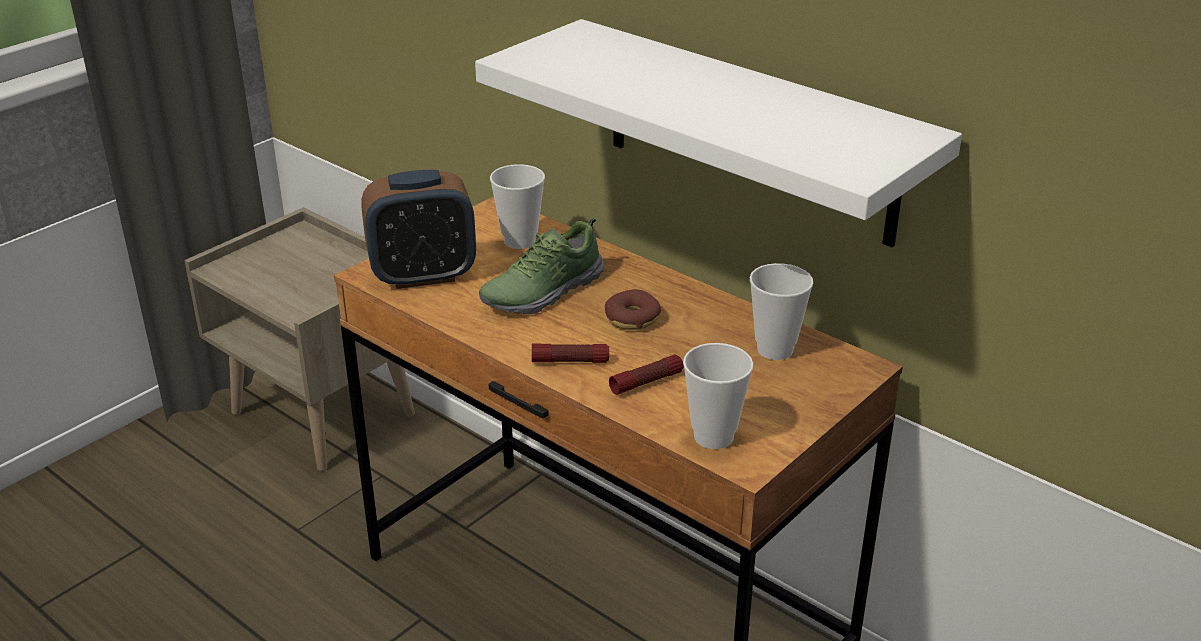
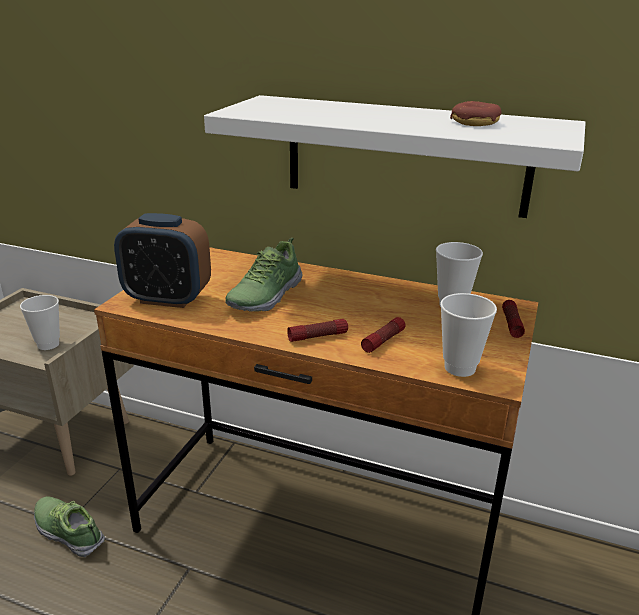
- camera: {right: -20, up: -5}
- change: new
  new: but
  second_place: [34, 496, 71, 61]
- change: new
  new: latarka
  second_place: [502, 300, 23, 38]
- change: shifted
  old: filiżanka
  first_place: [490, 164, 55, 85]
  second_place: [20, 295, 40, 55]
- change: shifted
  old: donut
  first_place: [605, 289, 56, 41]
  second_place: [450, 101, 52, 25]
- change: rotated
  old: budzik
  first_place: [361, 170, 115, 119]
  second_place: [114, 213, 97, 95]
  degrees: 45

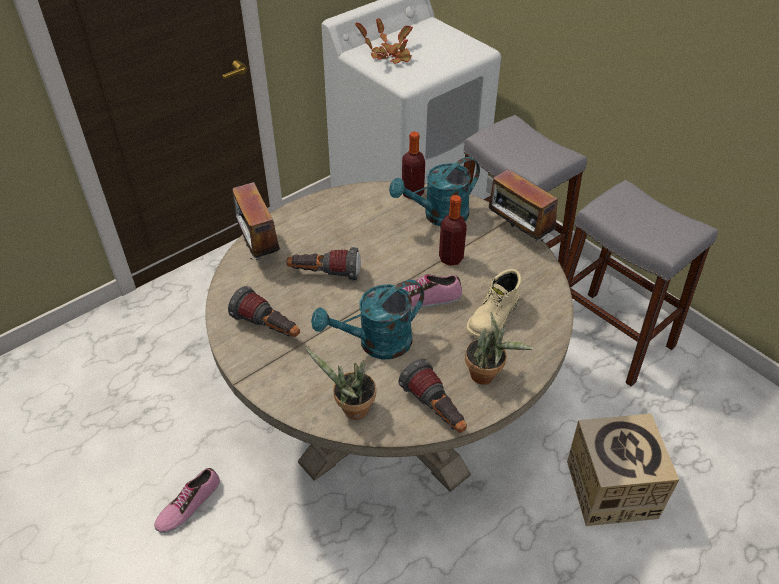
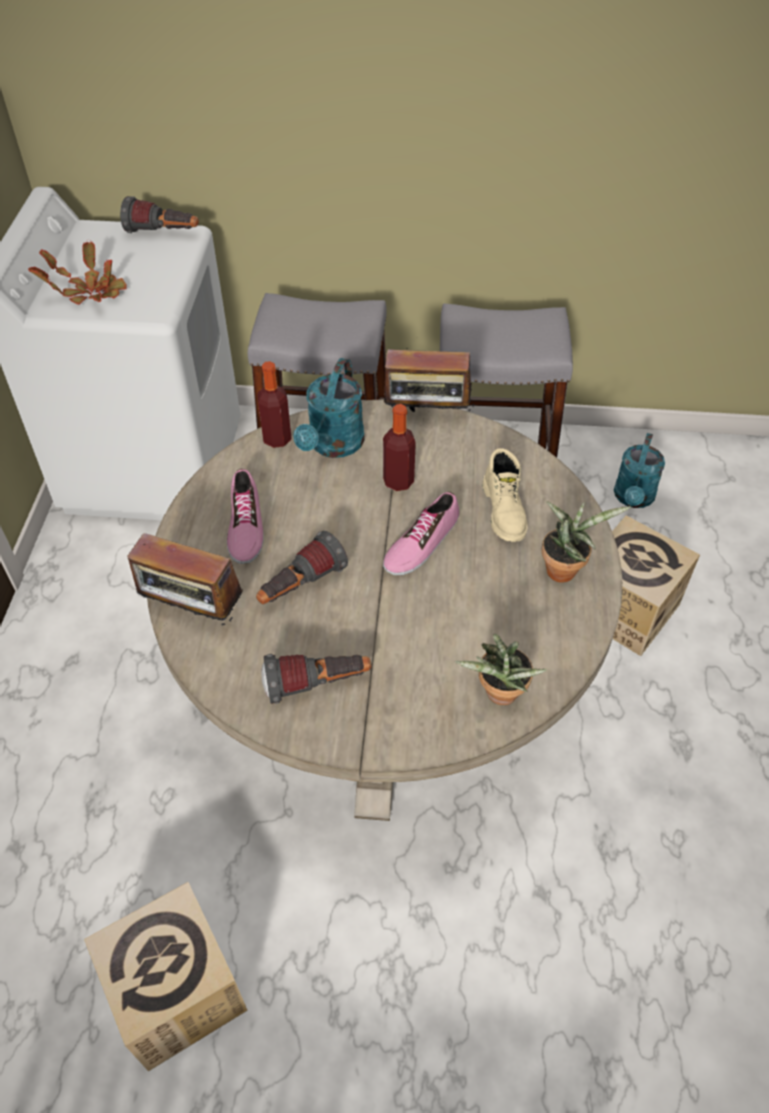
- camera: {right: -45, up: 5}
- change: new
  new: karton
  second_place: [84, 882, 164, 189]
- change: shifted
  old: but
  first_place: [154, 468, 66, 65]
  second_place: [227, 469, 36, 95]
- change: shifted
  old: konewka [turkusowy]
  first_place: [311, 280, 113, 79]
  second_place: [614, 433, 51, 75]
- change: shifted
  old: latarka
  first_place: [398, 359, 69, 74]
  second_place: [120, 196, 79, 37]

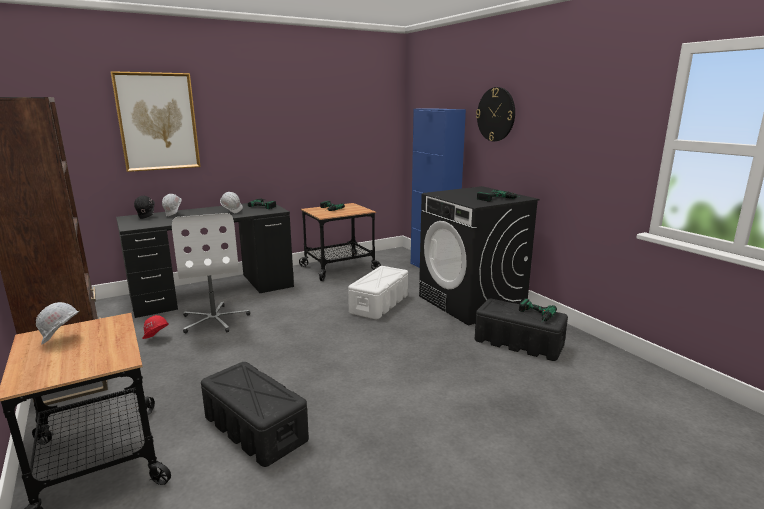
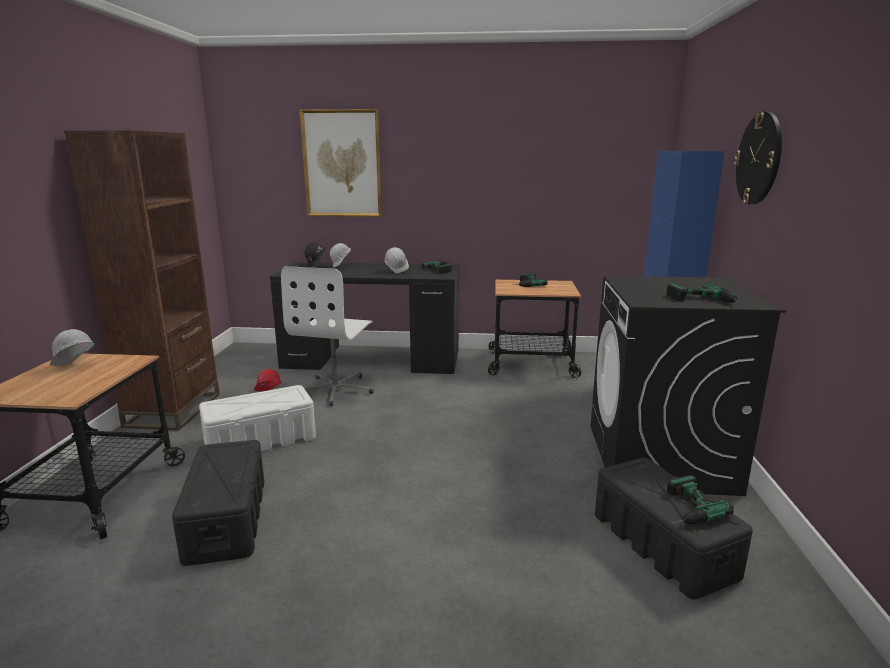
- camera: {right: 35, up: 0}
- change: shifted
  old: pojemnik do przechowywania [biały]
  first_place: [348, 266, 60, 54]
  second_place: [199, 385, 117, 66]

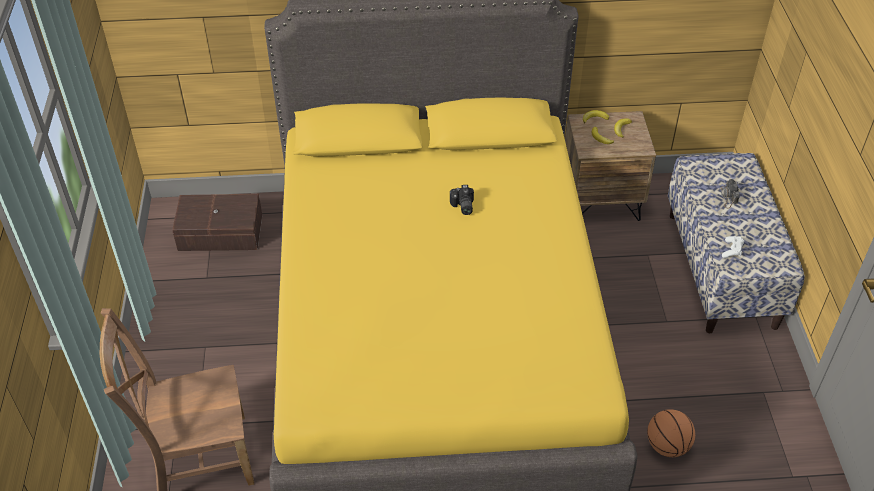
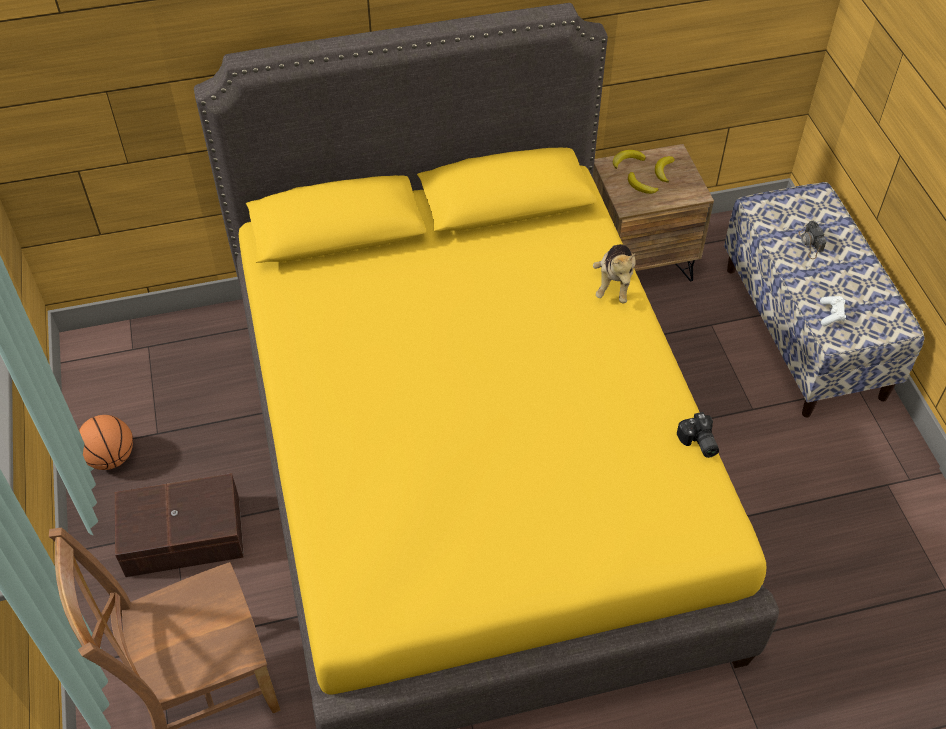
- camera: {right: -10, up: 5}
- change: new
  new: pluszak
  second_place: [593, 244, 43, 59]
- change: shifted
  old: pojemnik do przechowywania [brązowy]
  first_place: [172, 194, 90, 57]
  second_place: [115, 473, 129, 104]
- change: shifted
  old: aparat fotograficzny
  first_place: [450, 185, 24, 30]
  second_place: [677, 412, 42, 46]
- change: shifted
  old: piłka do koszykówki
  first_place: [647, 409, 48, 48]
  second_place: [79, 415, 54, 55]

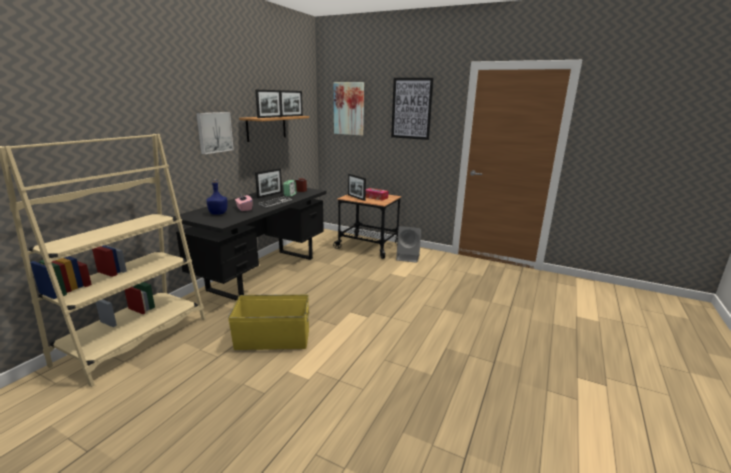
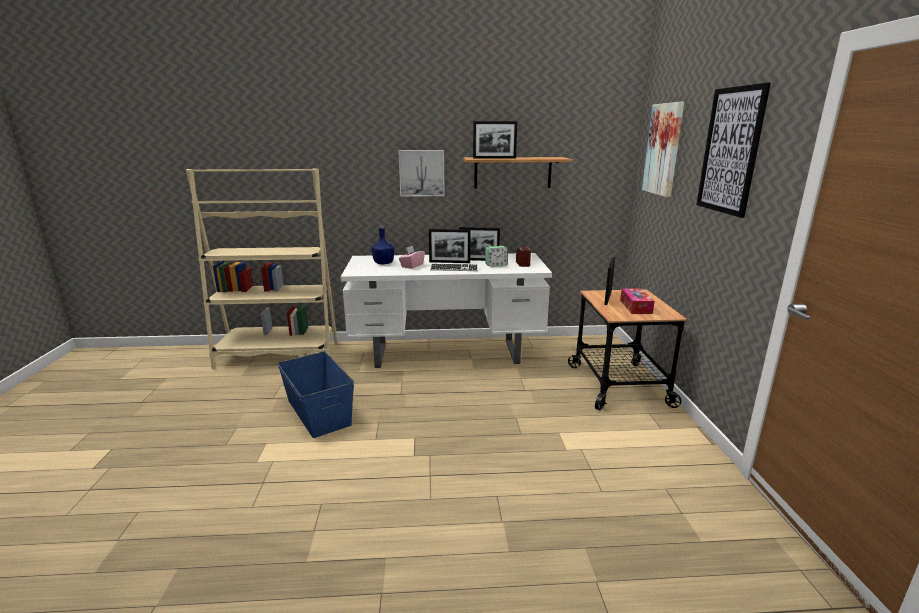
- camera: {right: 60, up: 0}
- change: gone
  old: głośnik [szary]
  first_place: [396, 226, 25, 37]
- change: shifted
  old: ramka na zdjęcie
  first_place: [280, 90, 23, 27]
  second_place: [429, 229, 42, 34]
- change: repainted
  old: biurko [czarny]
  new: biurko [biały]
  first_place: [173, 185, 154, 115]
  second_place: [341, 253, 211, 115]
- change: repainted
  old: pojemnik do przechowywania [żółty]
  new: pojemnik do przechowywania [niebieski]
  first_place: [228, 294, 81, 56]
  second_place: [277, 351, 77, 87]

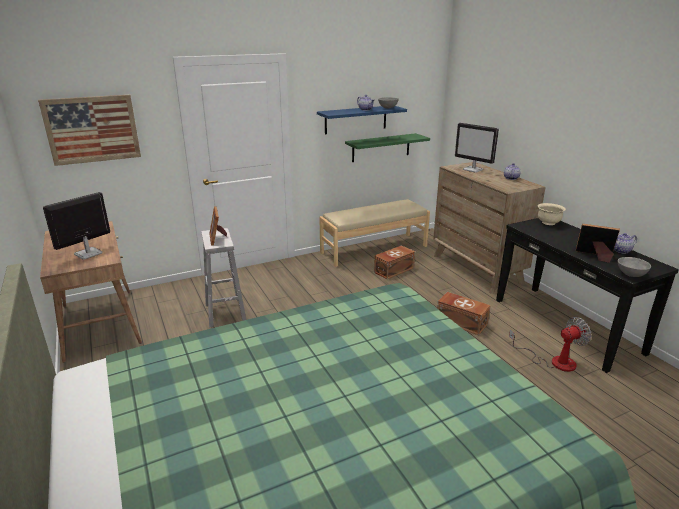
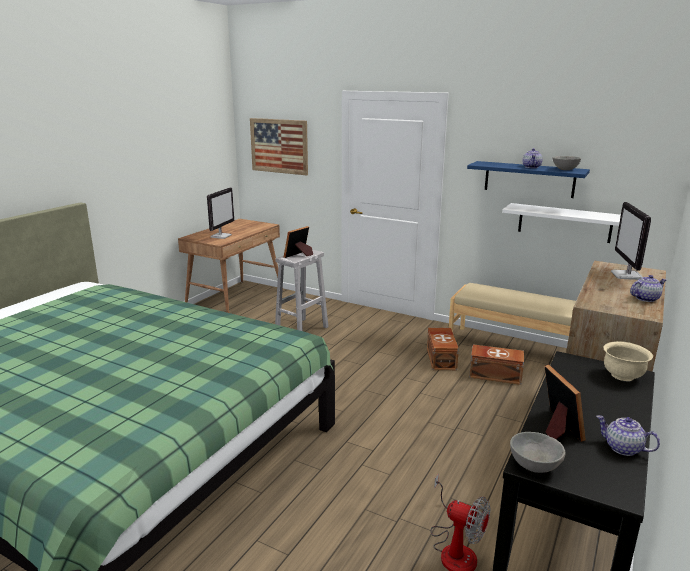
- camera: {right: 55, up: -5}
- change: shifted
  old: pojemnik do przechowywania [brązowy]
  first_place: [437, 292, 53, 43]
  second_place: [427, 328, 32, 42]
- change: repainted
  old: półka [zielony]
  new: półka [biały]
  first_place: [345, 133, 85, 29]
  second_place: [502, 203, 119, 40]
- change: rotated
  old: monitor
  first_place: [43, 192, 67, 67]
  second_place: [207, 187, 27, 52]
  degrees: 105

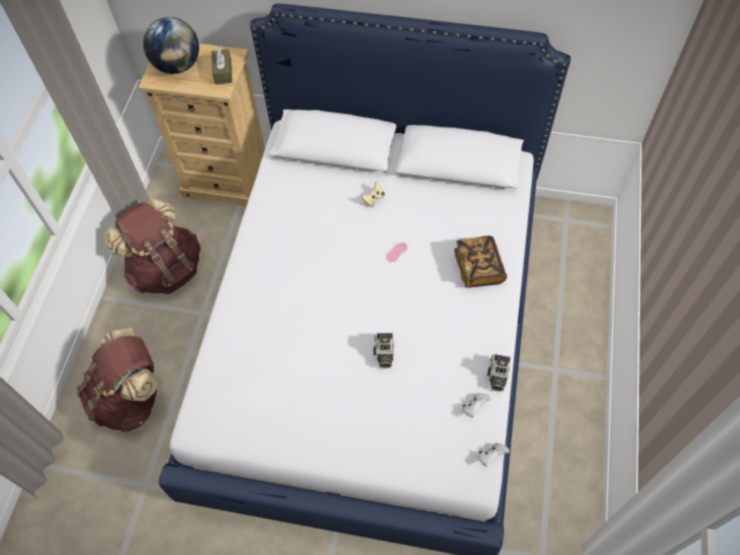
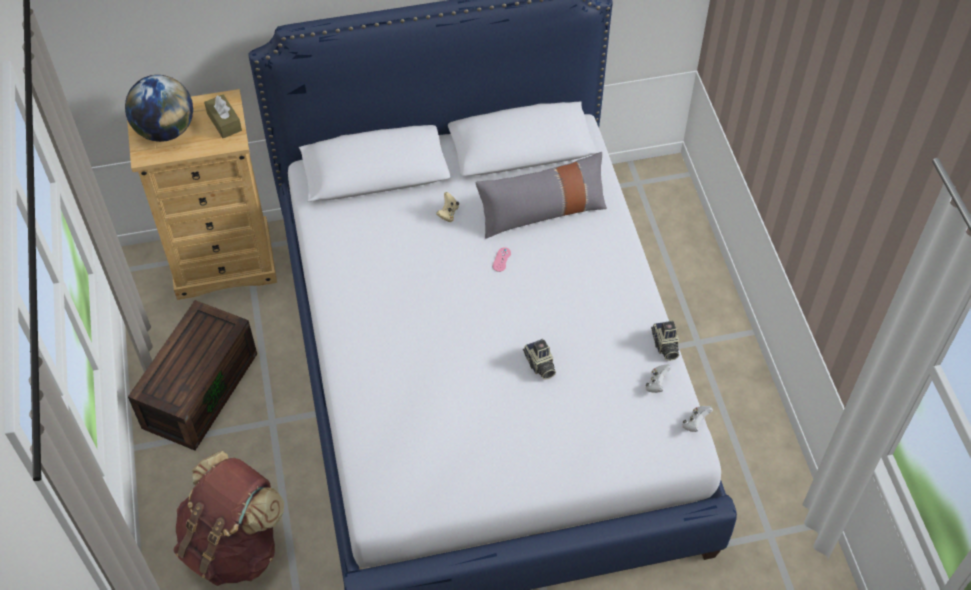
- camera: {right: -25, up: -5}
- change: gone
  old: książka
  first_place: [454, 236, 53, 52]
- change: new
  new: poduszka [szary]
  second_place: [475, 152, 132, 87]
- change: swapped
  old: plecak [brązowy]
  new: pojemnik do przechowywania [brązowy]
  first_place: [104, 198, 97, 96]
  second_place: [128, 300, 129, 150]

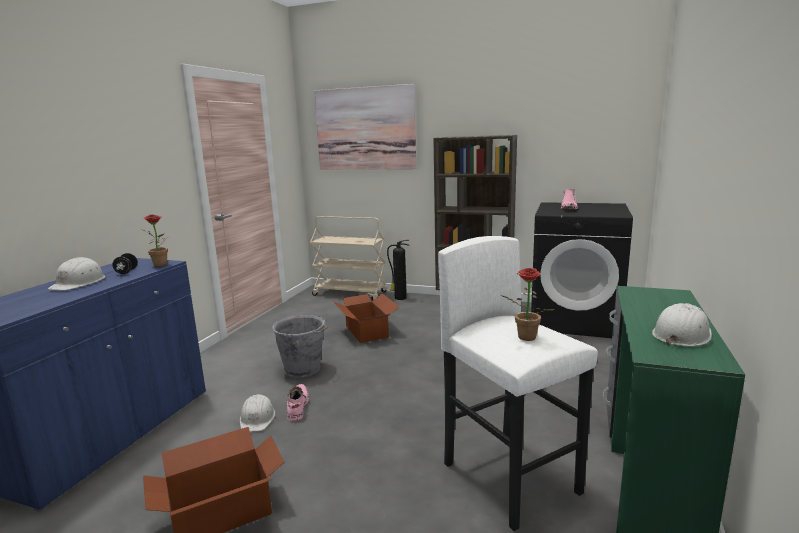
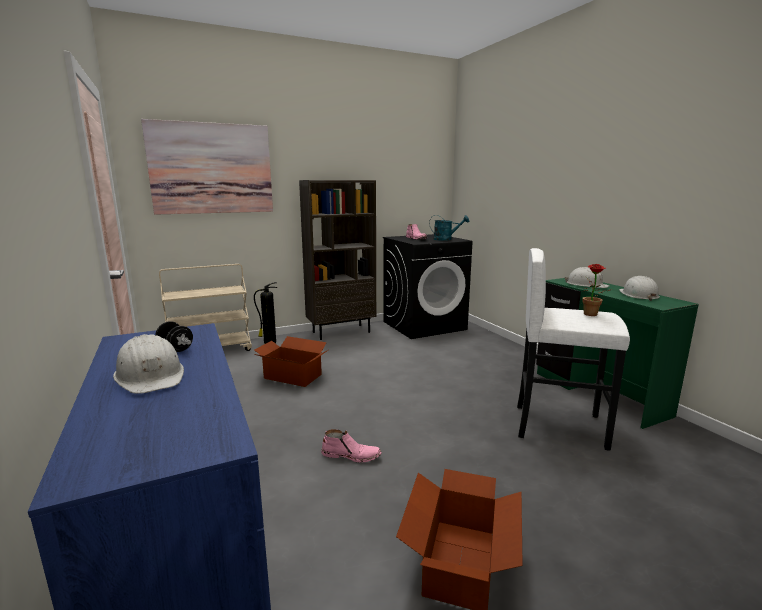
- camera: {right: -45, up: 0}
- change: gone
  old: roślina doniczkowa
  first_place: [142, 215, 26, 52]
- change: gone
  old: wiadro [szary]
  first_place: [272, 315, 56, 63]
- change: new
  new: konewka [turkusowy]
  second_place: [429, 215, 40, 26]
- change: shifted
  old: kask [biały]
  first_place: [240, 394, 35, 38]
  second_place: [564, 267, 45, 21]
- change: rotated
  old: but z cholewką [różowy]
  first_place: [287, 384, 22, 37]
  second_place: [321, 429, 61, 34]
  degrees: 150

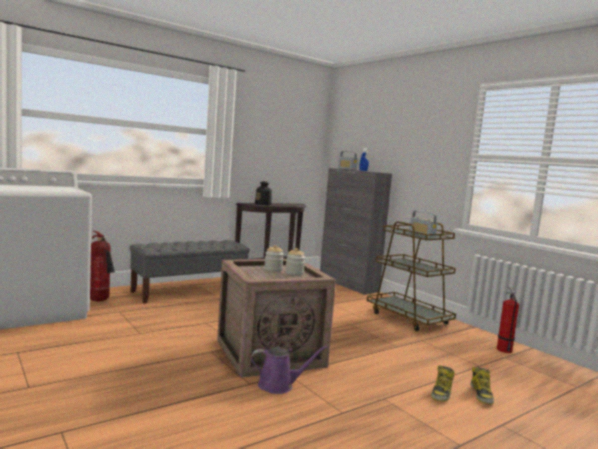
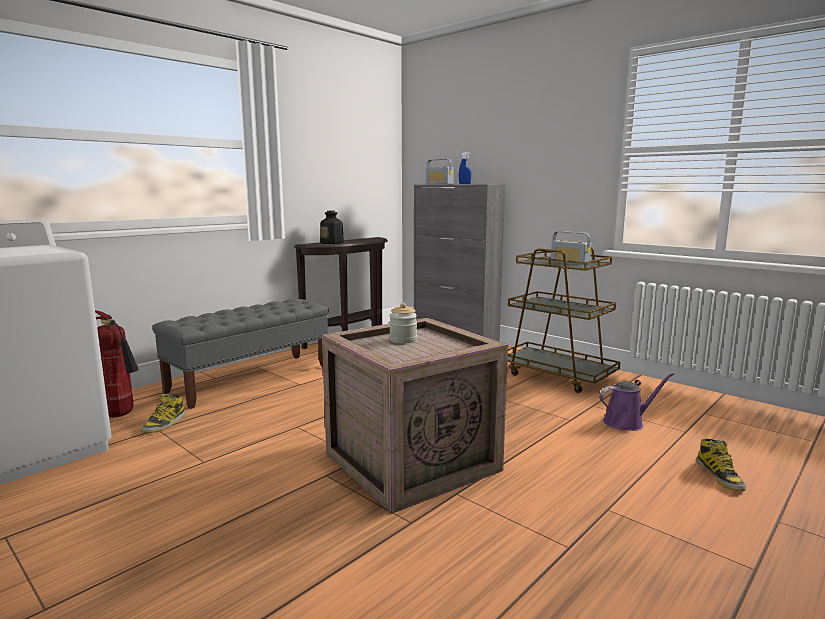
- camera: {right: -10, up: 5}
- change: gone
  old: słoik
  first_place: [285, 248, 20, 27]
- change: gone
  old: gaśnica
  first_place: [497, 285, 22, 68]
- change: shifted
  old: konewka [fioletowy]
  first_place: [251, 346, 77, 48]
  second_place: [599, 373, 75, 58]
- change: shifted
  old: but z cholewką
  first_place: [431, 365, 24, 37]
  second_place: [141, 394, 44, 39]

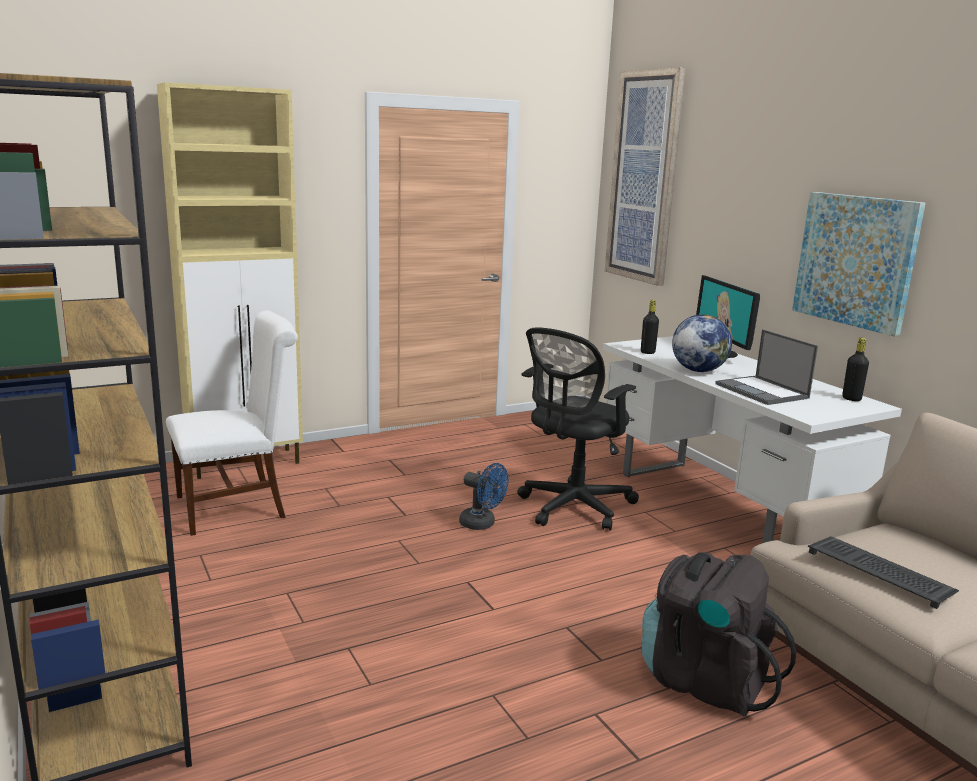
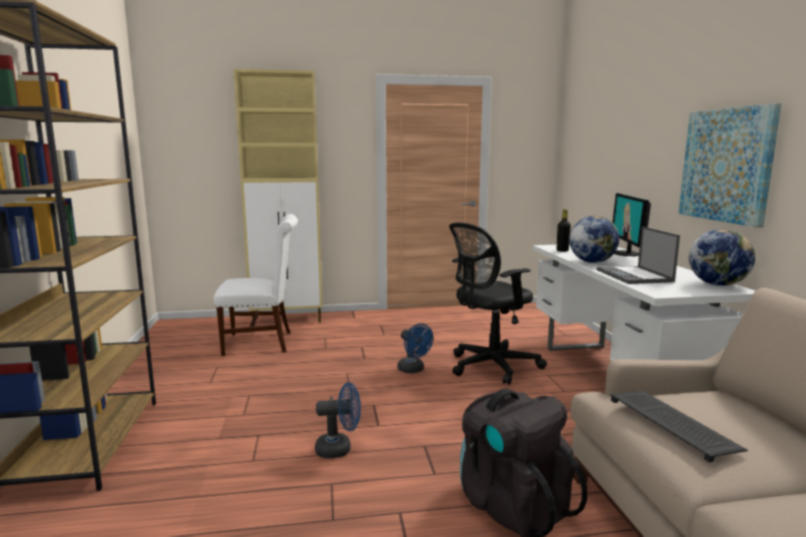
- camera: {right: 20, up: -5}
- change: gone
  old: obraz
  first_place: [605, 67, 81, 219]
- change: new
  new: wentylator [niebieski]
  second_place: [315, 383, 46, 76]
- change: swapped
  old: butelka [czarny]
  new: globus
  first_place: [842, 338, 27, 63]
  second_place: [689, 229, 66, 57]

